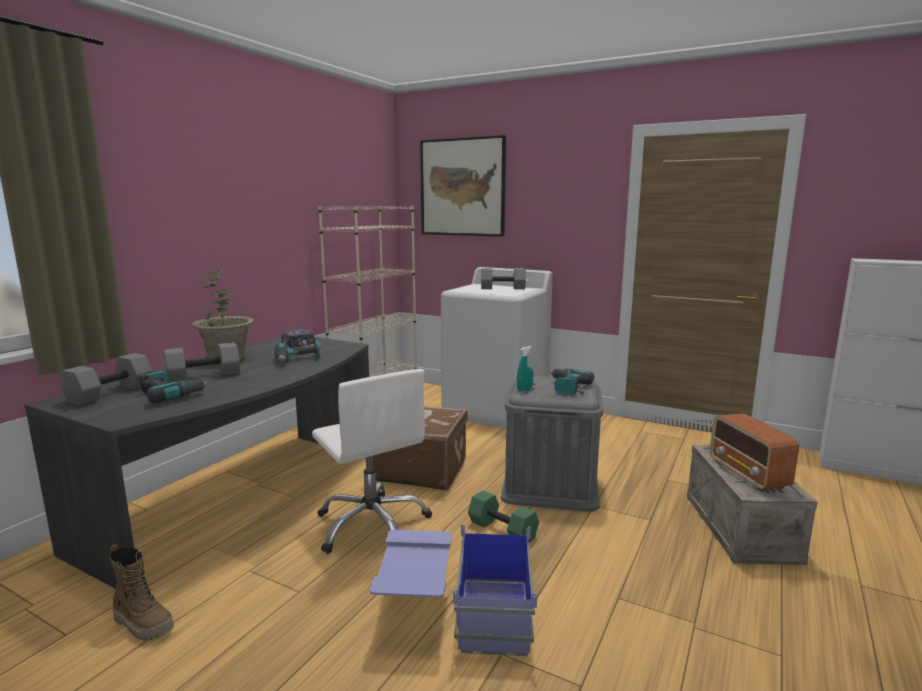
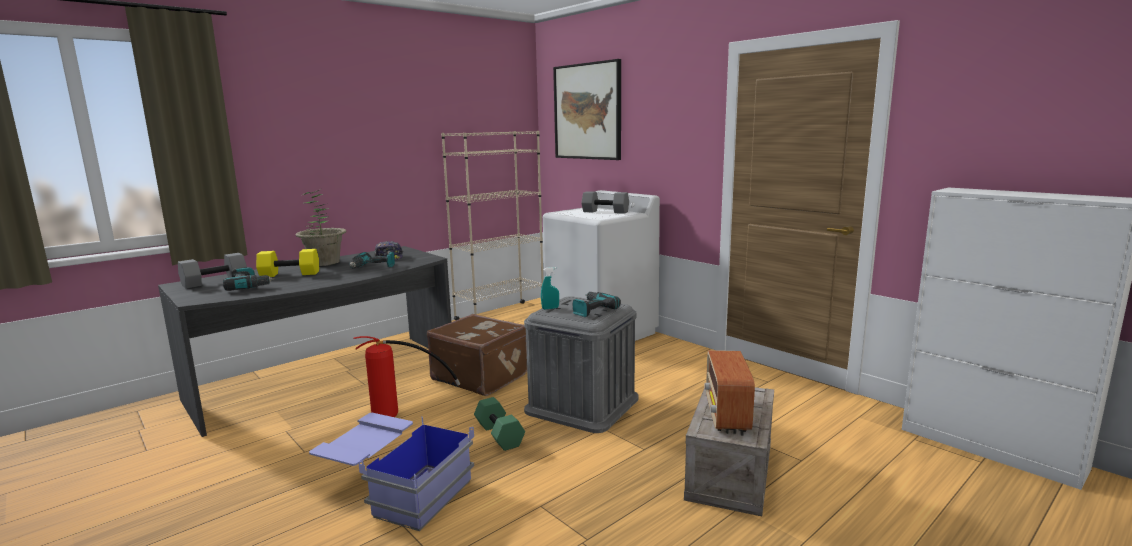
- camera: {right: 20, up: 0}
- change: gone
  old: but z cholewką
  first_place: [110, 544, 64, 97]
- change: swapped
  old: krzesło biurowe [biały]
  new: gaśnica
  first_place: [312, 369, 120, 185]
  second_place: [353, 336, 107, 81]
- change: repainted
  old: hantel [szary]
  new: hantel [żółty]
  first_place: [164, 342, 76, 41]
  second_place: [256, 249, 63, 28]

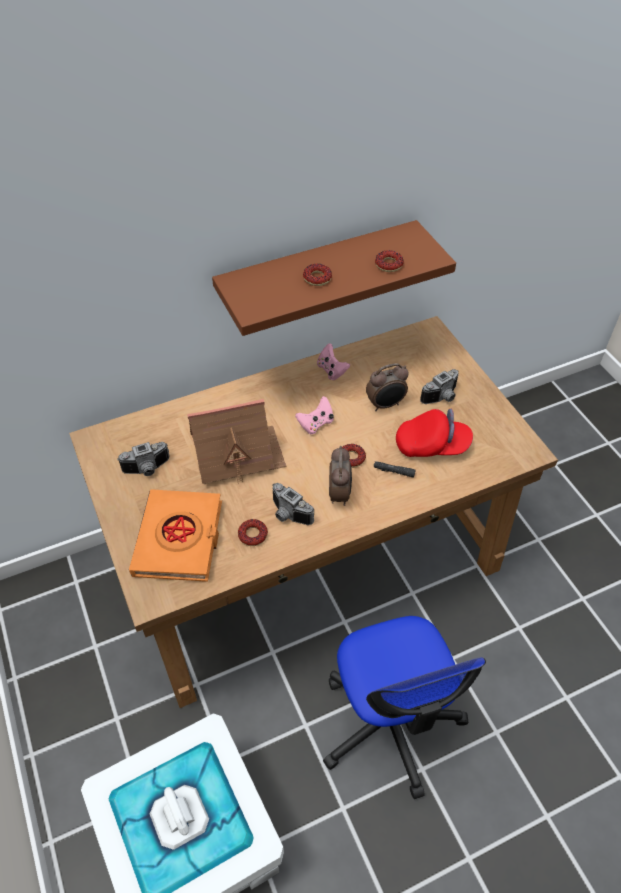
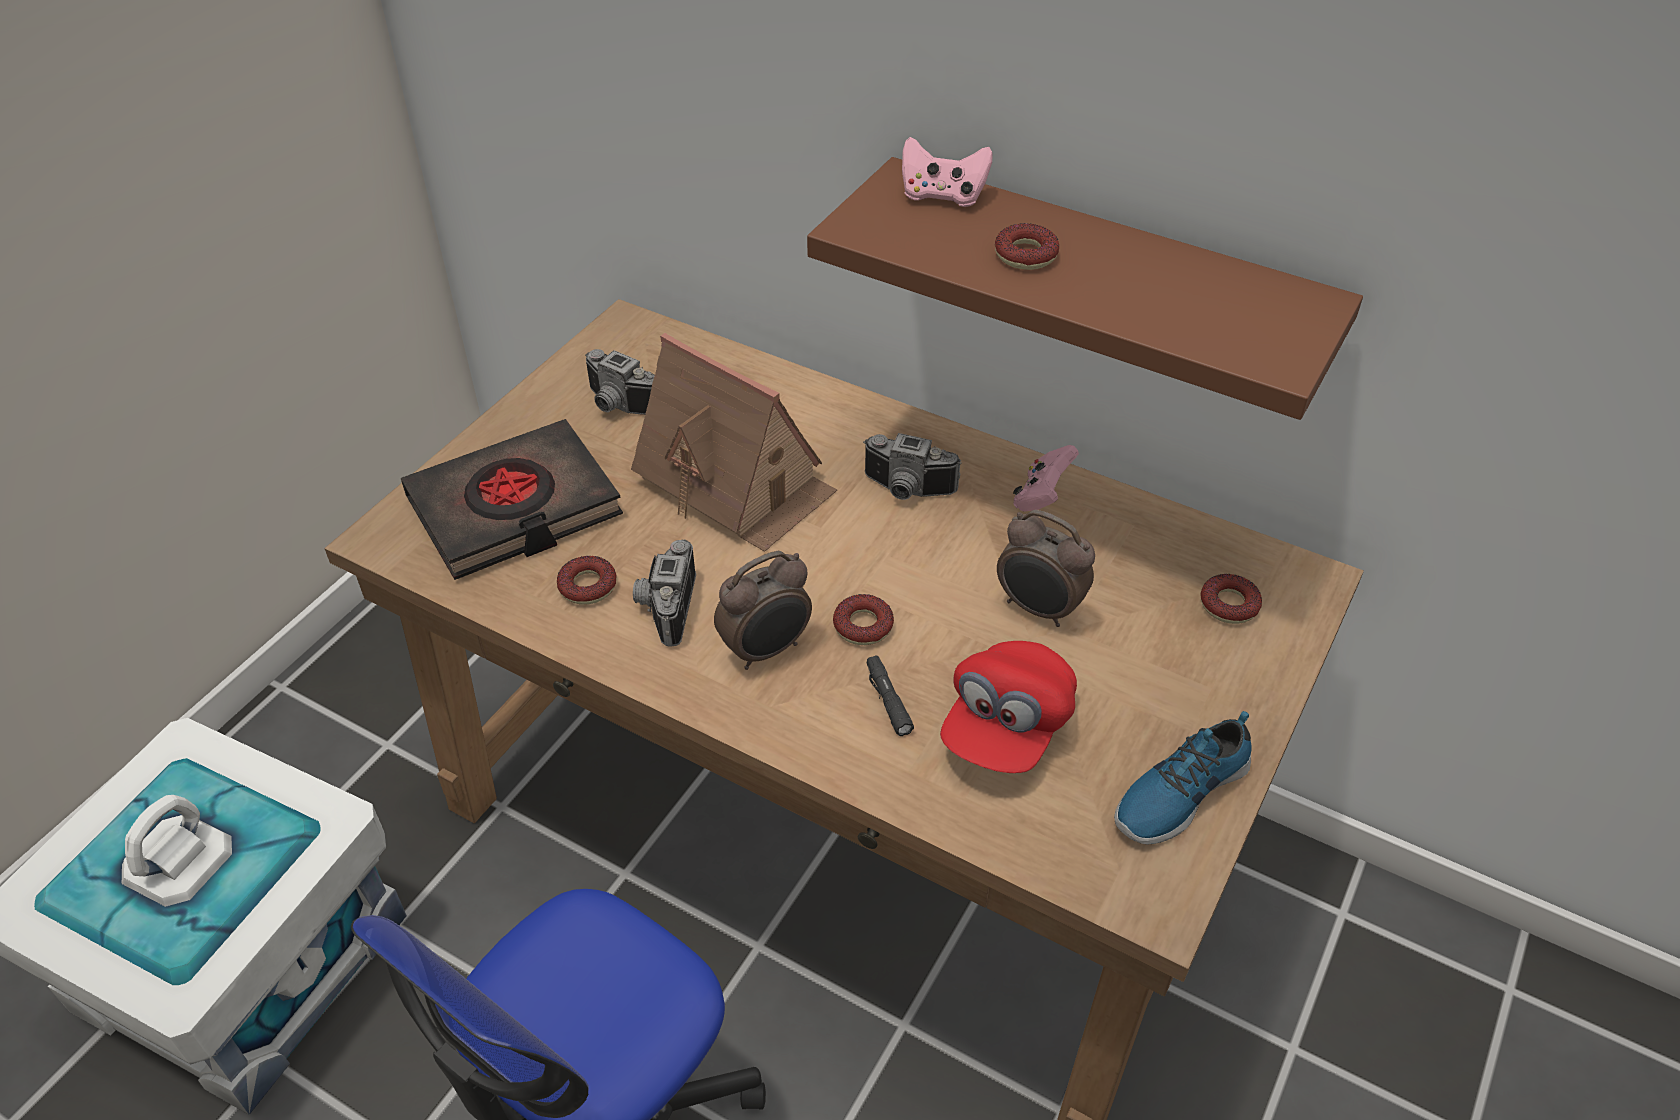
- camera: {right: 55, up: -5}
- change: new
  new: but
  second_place: [1114, 711, 137, 134]
- change: shifted
  old: pad do gier [różowy]
  first_place: [295, 396, 39, 38]
  second_place: [902, 137, 90, 70]
- change: shifted
  old: donut
  first_place: [375, 250, 29, 22]
  second_place: [1200, 574, 62, 50]
- change: shifted
  old: aparat fotograficzny
  first_place: [420, 369, 39, 35]
  second_place: [863, 433, 99, 67]
- change: repainted
  old: książka [pomarańczowy]
  new: książka [czarny]
  first_place: [129, 489, 93, 93]
  second_place: [401, 419, 222, 161]
- change: rotated
  old: czapka z daszkiem [czerwony]
  first_place: [396, 409, 77, 48]
  second_place: [940, 641, 137, 132]
  degrees: 60

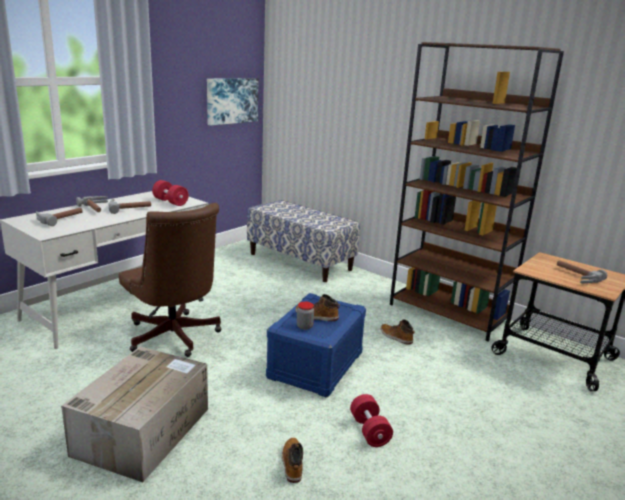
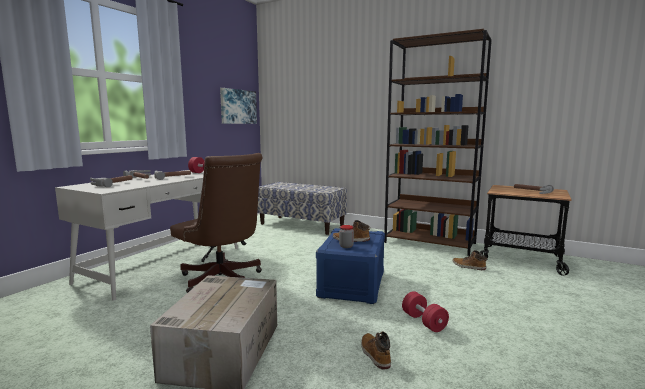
- camera: {right: -10, up: -10}
- change: shifted
  old: but z cholewką
  first_place: [381, 319, 34, 26]
  second_place: [453, 250, 34, 20]

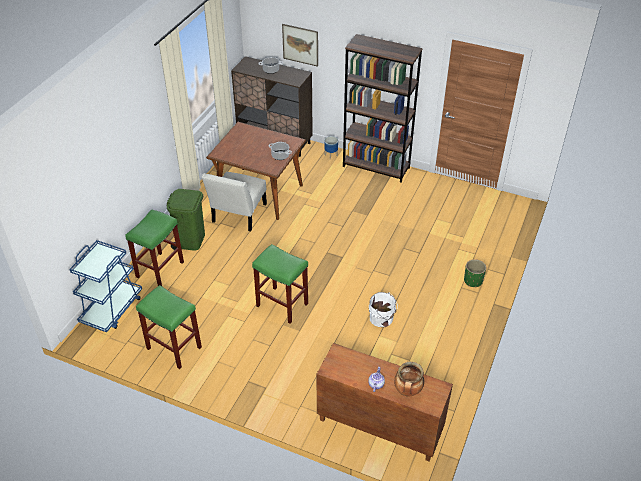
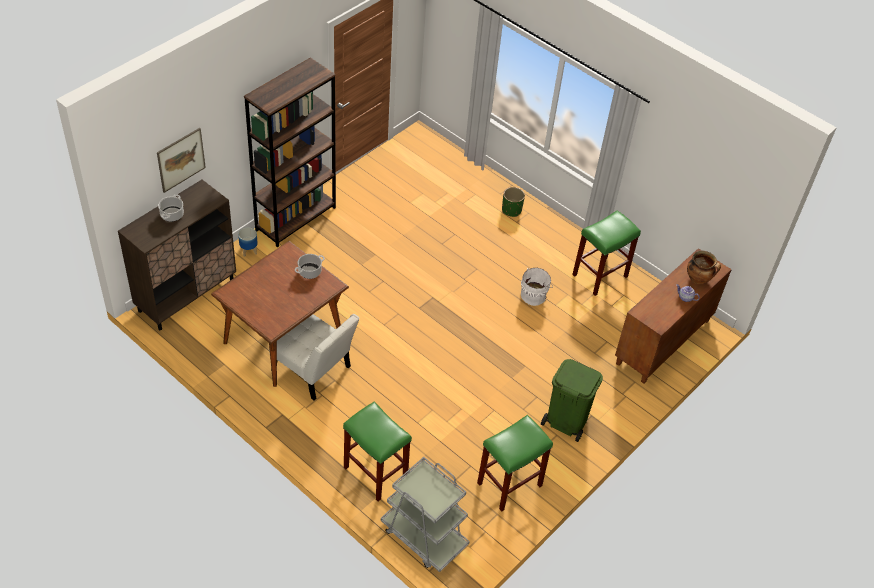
- camera: {right: -75, up: 5}
- change: shifted
  old: kosz na śmieci [zielony]
  first_place: [167, 189, 38, 62]
  second_place: [541, 359, 62, 83]
- change: shifted
  old: stołek [zielony]
  first_place: [252, 244, 56, 80]
  second_place: [572, 210, 69, 86]
- change: repainted
  old: wózek [niebieski]
  new: wózek [szary]
  first_place: [69, 240, 73, 92]
  second_place: [381, 457, 89, 115]

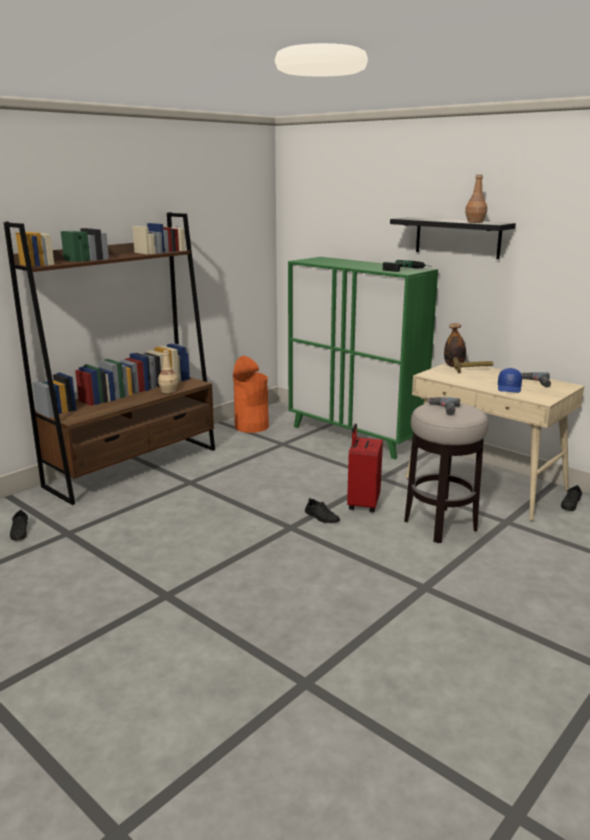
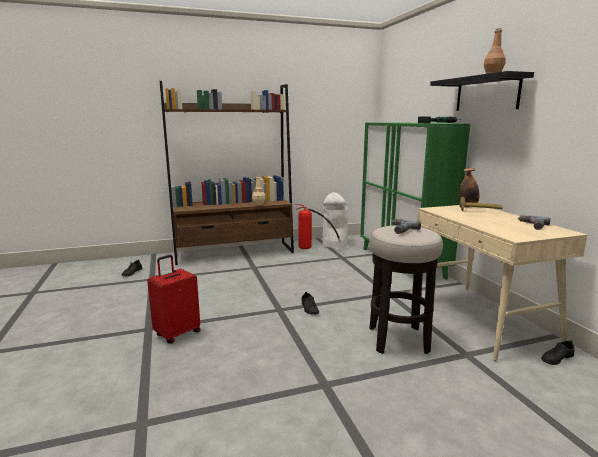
- camera: {right: 30, up: -5}
- change: gone
  old: czapka z daszkiem [niebieski]
  first_place: [498, 368, 24, 25]
- change: new
  new: gaśnica
  second_place: [295, 204, 46, 45]
- change: shifted
  old: walizka [czerwony]
  first_place: [347, 424, 36, 88]
  second_place: [147, 255, 53, 89]
- change: repainted
  old: kosz na śmieci [pomarańczowy]
  new: kosz na śmieci [biały]
  first_place: [233, 356, 36, 77]
  second_place: [322, 192, 26, 56]

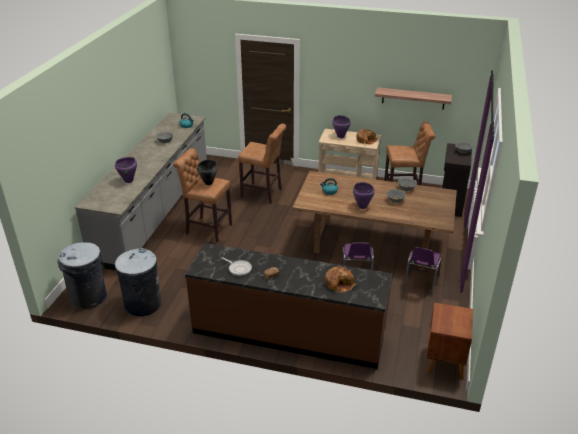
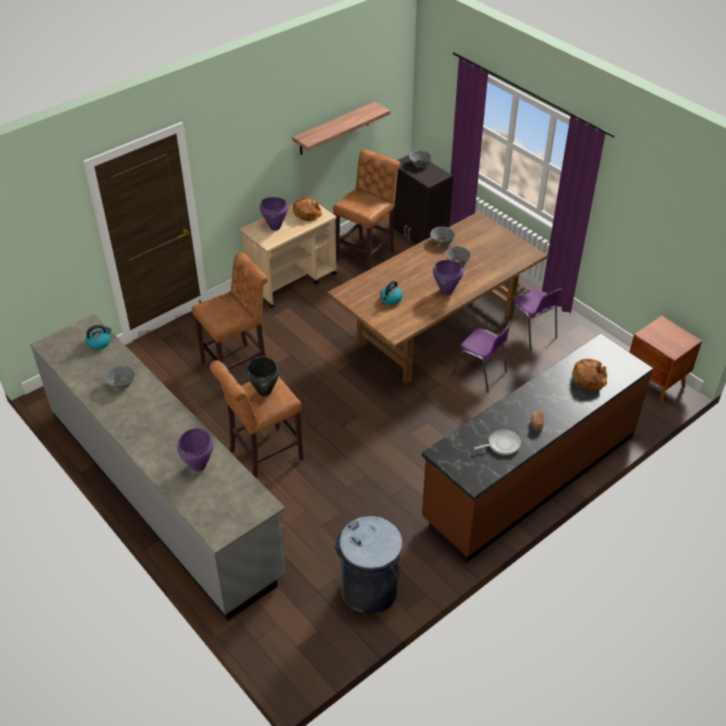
- camera: {right: -55, up: 10}
- change: gone
  old: kosz na śmieci [szary]
  first_place: [57, 242, 50, 67]

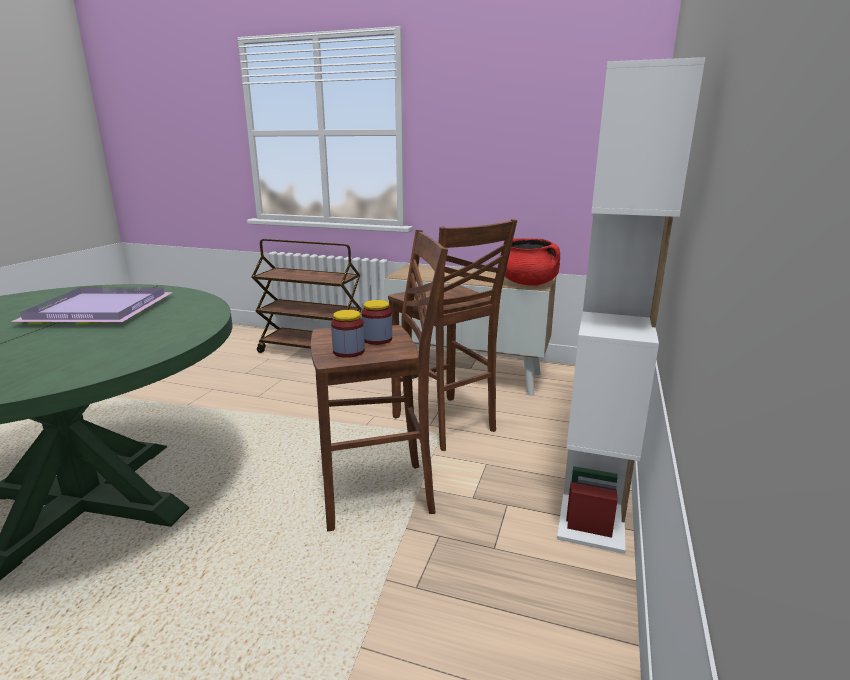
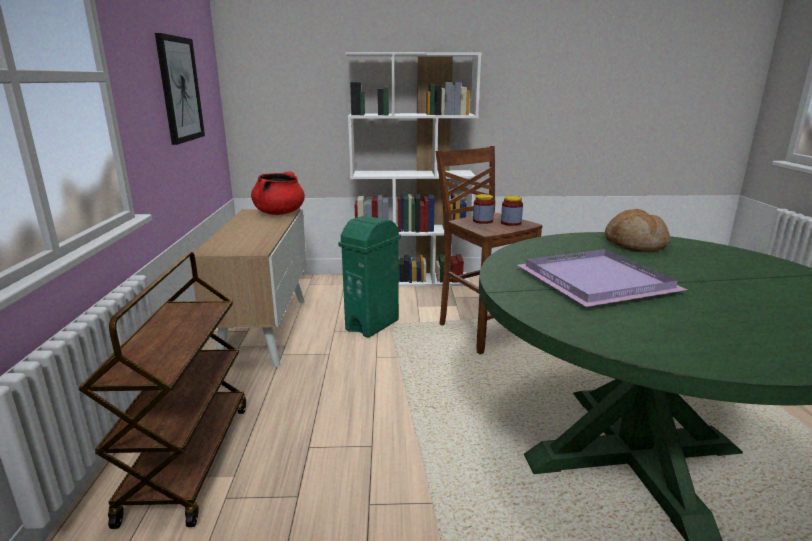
- camera: {right: -110, up: 0}
- change: new
  new: obraz
  second_place: [155, 33, 50, 112]
- change: new
  new: chleb
  second_place: [605, 209, 65, 42]
- change: swapped
  old: stołek [brązowy]
  new: kosz na śmieci [zielony]
  first_place: [388, 219, 129, 232]
  second_place: [338, 216, 63, 122]

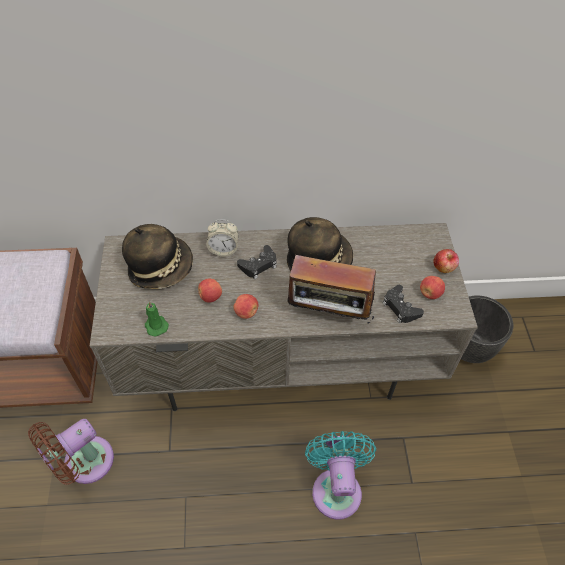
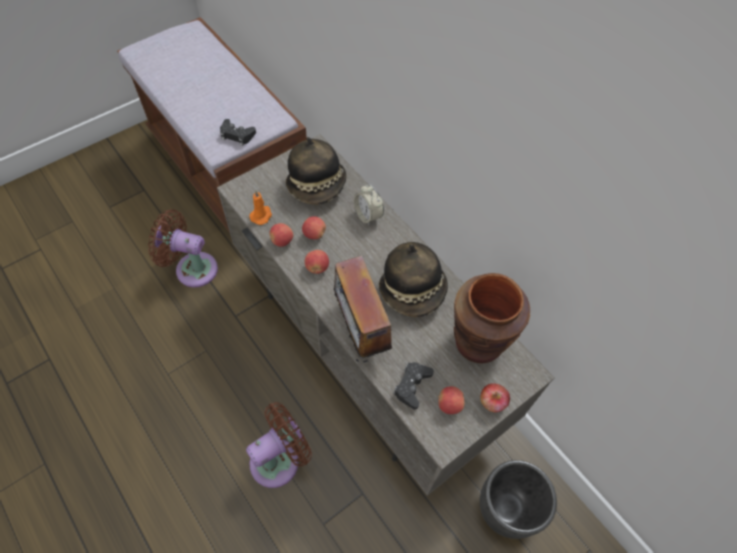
- camera: {right: 55, up: 5}
- change: new
  new: jabłko
  second_place: [269, 223, 24, 24]
- change: new
  new: wazon [brązowy]
  second_place: [454, 273, 76, 91]
- change: shifted
  old: pad do gier [czarny]
  first_place: [237, 245, 40, 34]
  second_place: [220, 119, 36, 27]
- change: repainted
  old: świeca [zielony]
  new: świeca [pomarańczowy]
  first_place: [145, 301, 24, 35]
  second_place: [249, 191, 23, 34]
- change: repainted
  old: wentylator [turkusowy]
  new: wentylator [brązowy]
  first_place: [305, 431, 71, 89]
  second_place: [246, 402, 66, 86]

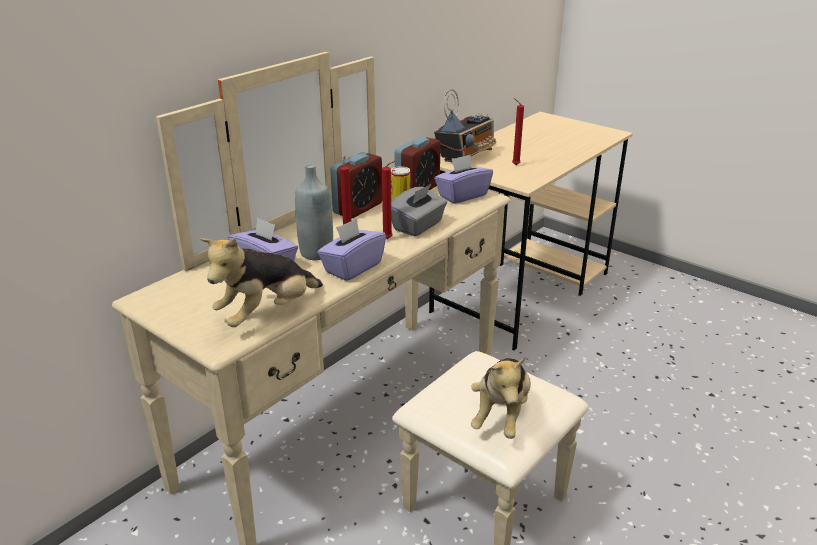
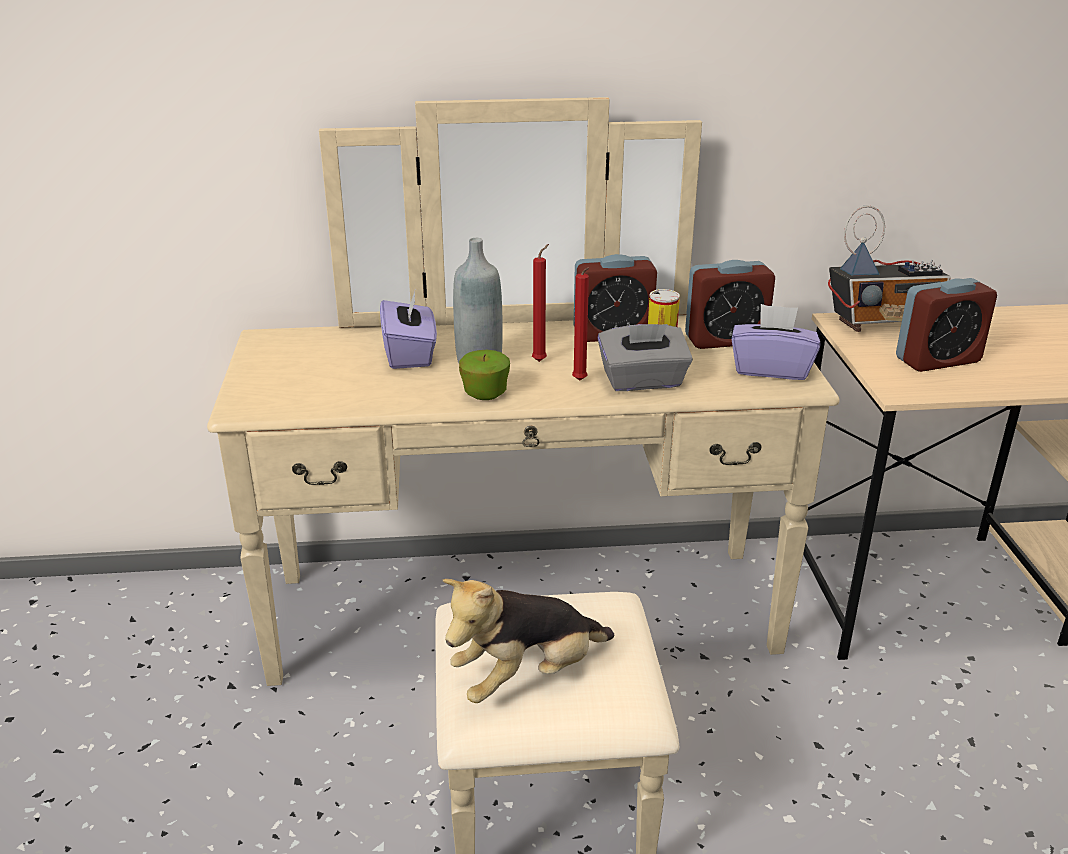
- camera: {right: 45, up: 0}
- change: gone
  old: pluszak
  first_place: [200, 237, 123, 90]
- change: swapped
  old: pudełko chusteczek [fioletowy]
  new: jabłko
  first_place: [317, 218, 69, 63]
  second_place: [459, 350, 51, 50]
- change: swapped
  old: świeca [czerwony]
  new: budzik
  first_place: [512, 98, 12, 67]
  second_place: [896, 278, 101, 94]

